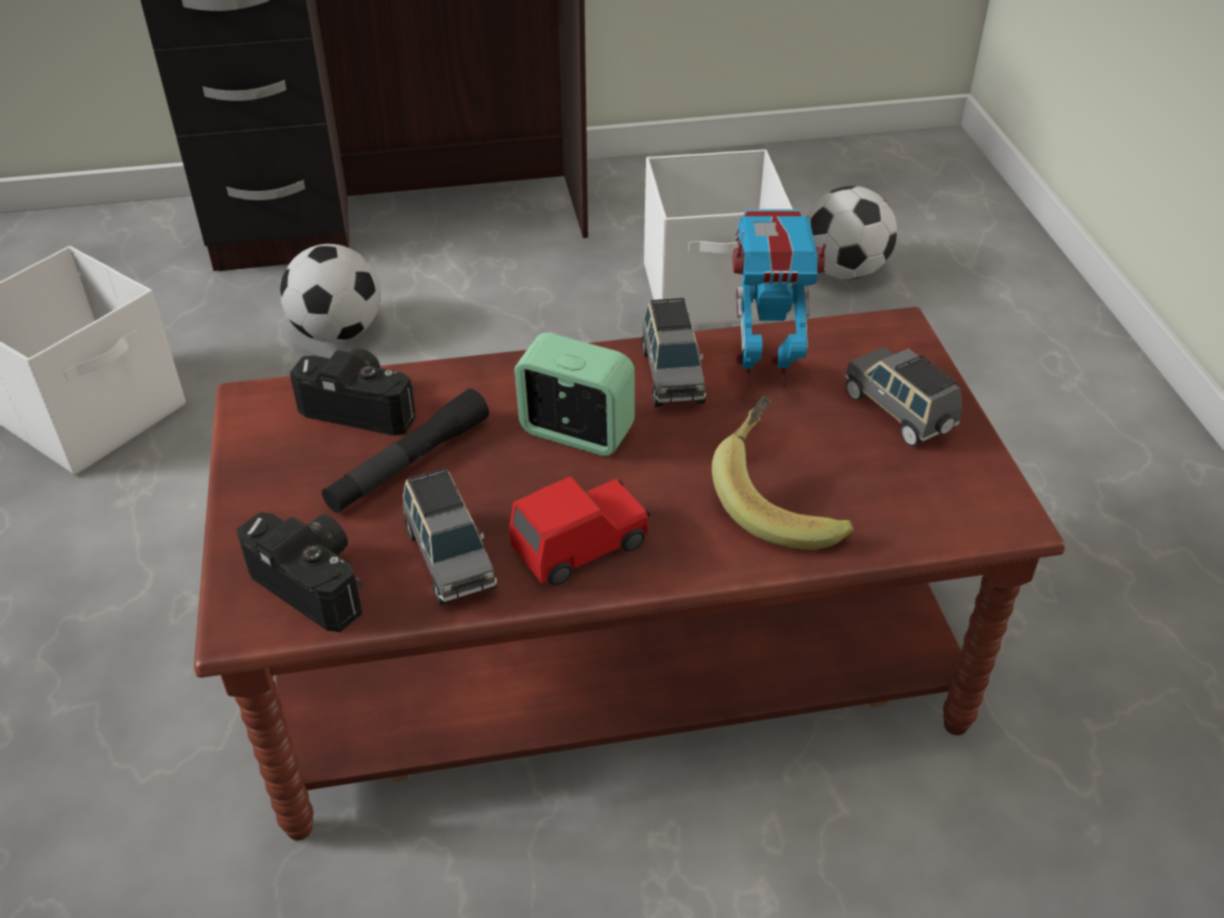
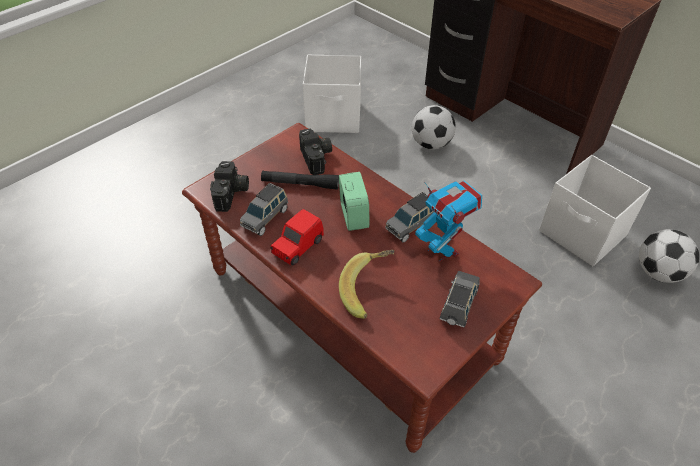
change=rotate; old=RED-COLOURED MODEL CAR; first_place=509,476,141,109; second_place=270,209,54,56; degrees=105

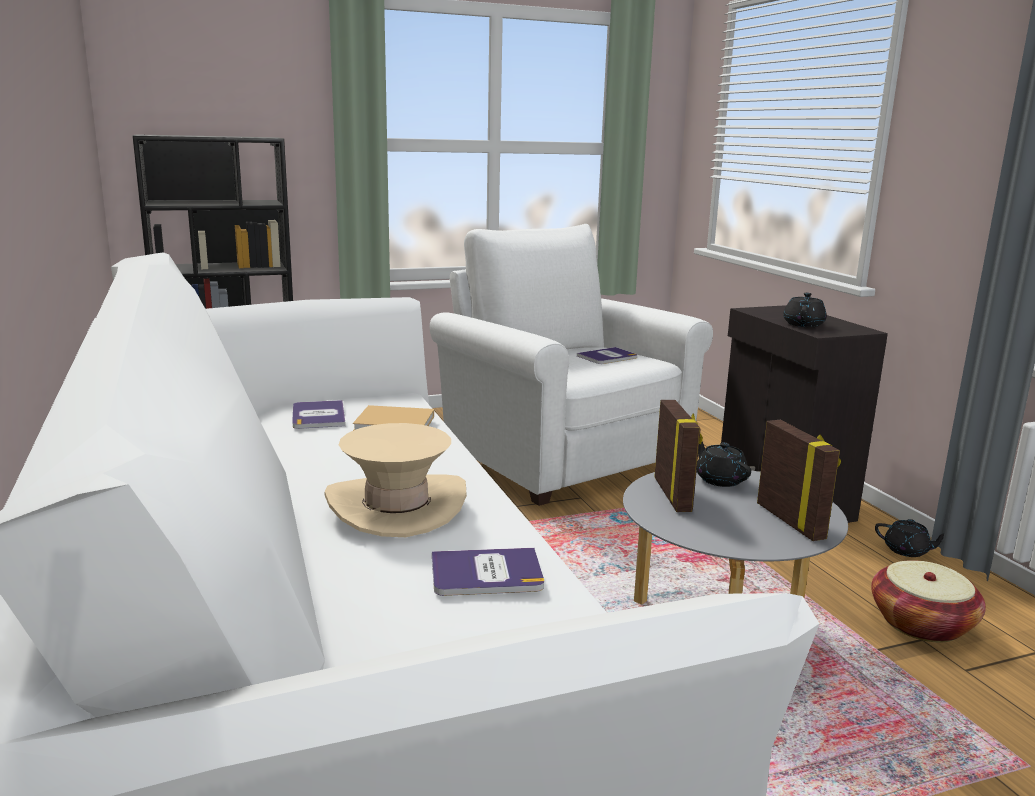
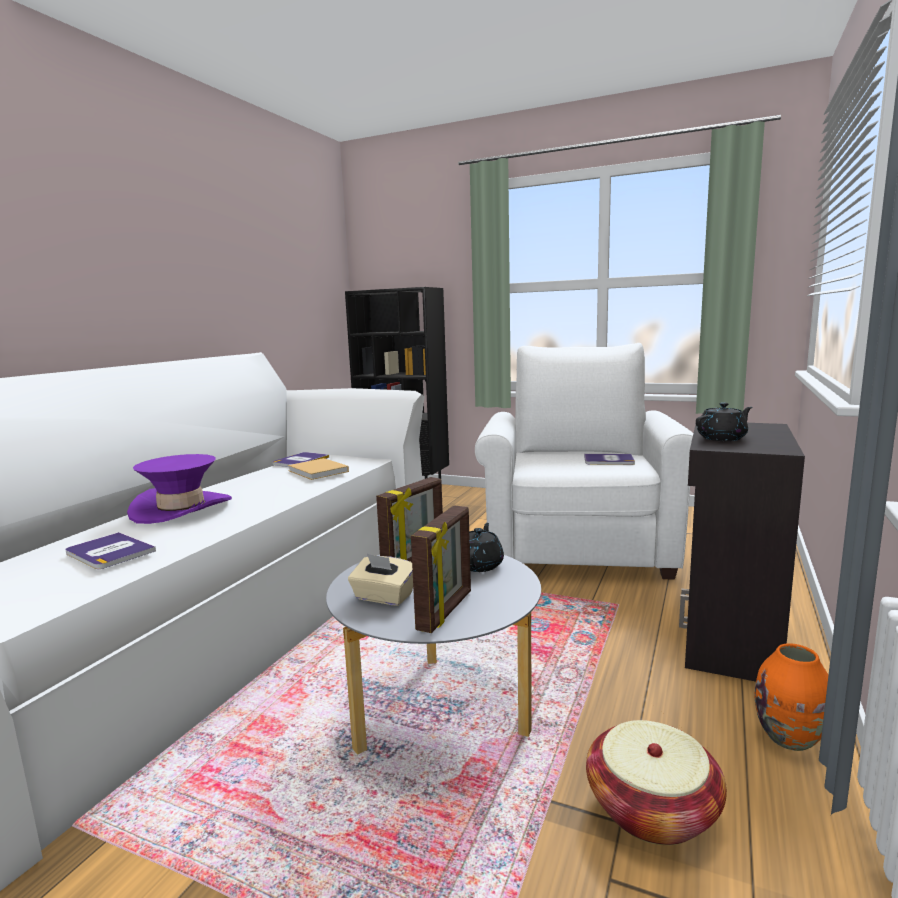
change=insert; new=BEIGE-COLOURED TISSUE HOLDER; second_place=348,554,65,52
change=replace; old=BLACK POT FOR TEA; new=ORANGEY FLOWER VASE; first_place=875,519,69,38; second_place=755,643,73,108
change=recolor; old=BEIGE-COLOURED WEARABLE HAT; new=PURPLISH WEARABLE HAT; first_place=324,423,143,114; second_place=127,454,105,70

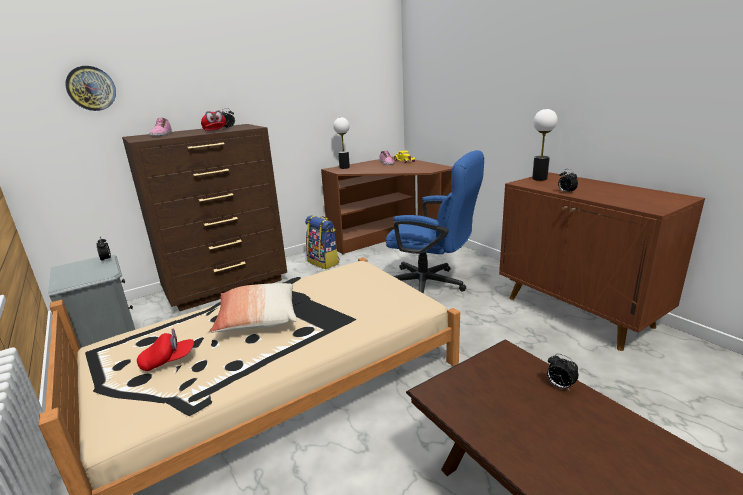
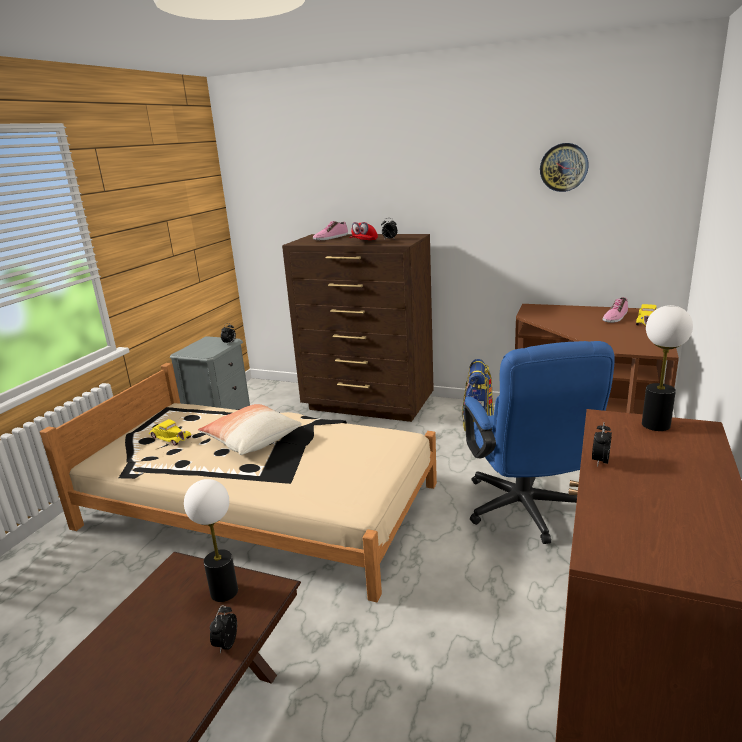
change=move; old=WALL CLOCK; first_place=65,66,51,45; second_place=540,143,49,49
change=move; old=LAMP FOR A TABLE; first_place=333,117,17,52; second_place=184,479,54,123
change=replace; old=RED-COLOURED CAP; new=YELLOW-COLOURED MODEL CAR; first_place=137,328,57,43; second_place=149,419,42,27

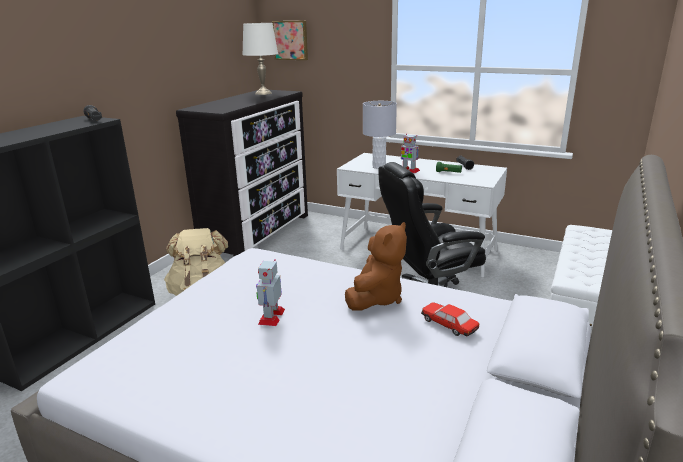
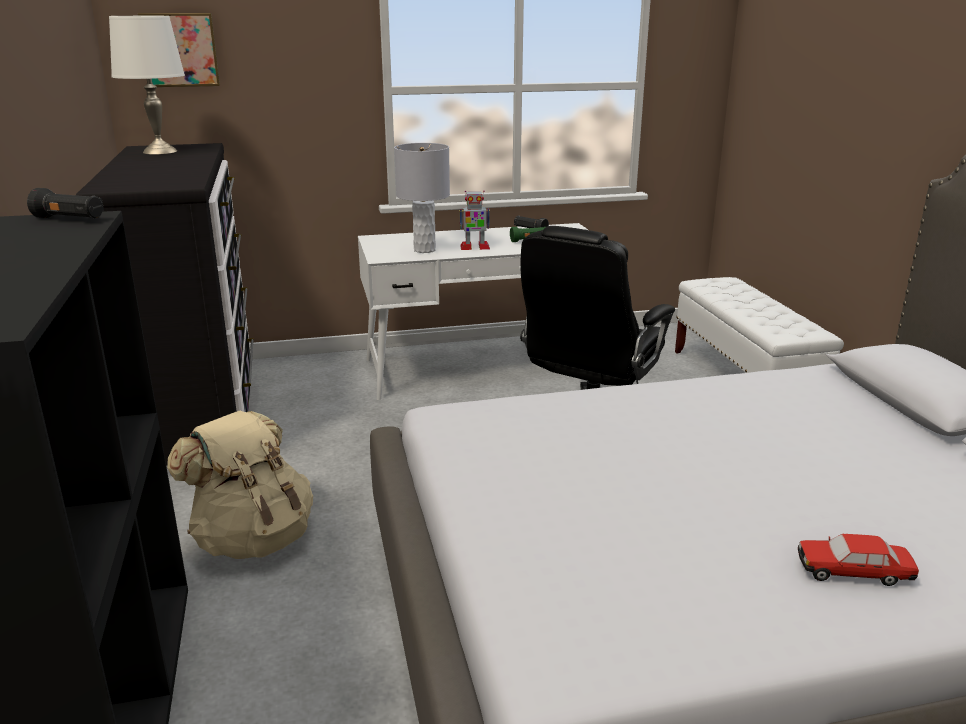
change=delete; old=ROBOT FIGURE; first_place=256,259,29,67
change=delete; old=BROWN-COLOURED PLUSH TOY; first_place=345,222,62,89
change=move; old=MODEL CAR; first_place=421,302,58,34; second_place=798,534,121,52

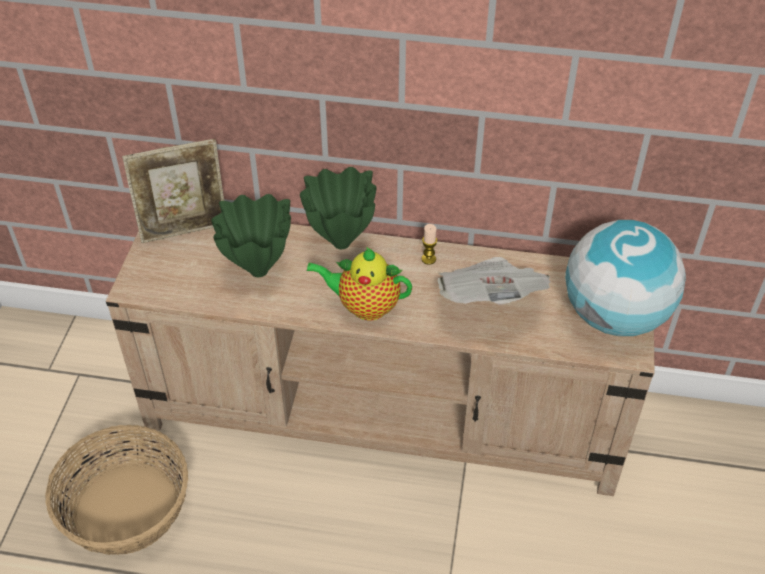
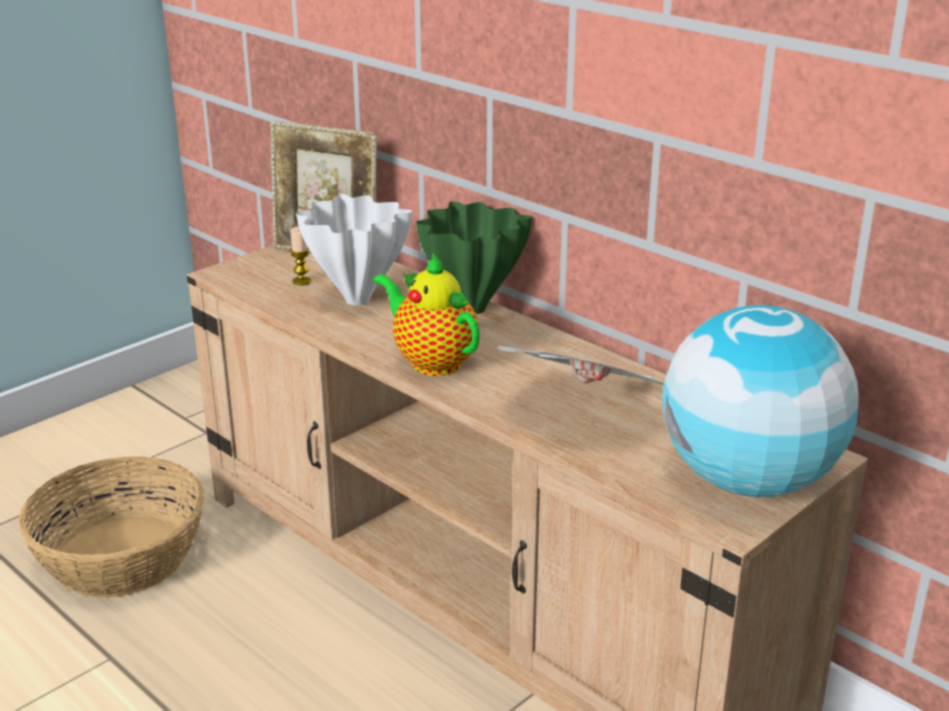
change=move; old=WAX LIGHT; first_place=422,224,15,41; second_place=290,227,21,59
change=recolor; old=GREEN-COLOURED FLOWER VASE; new=WHITE FLOWER VASE; first_place=211,194,80,83; second_place=296,194,116,112

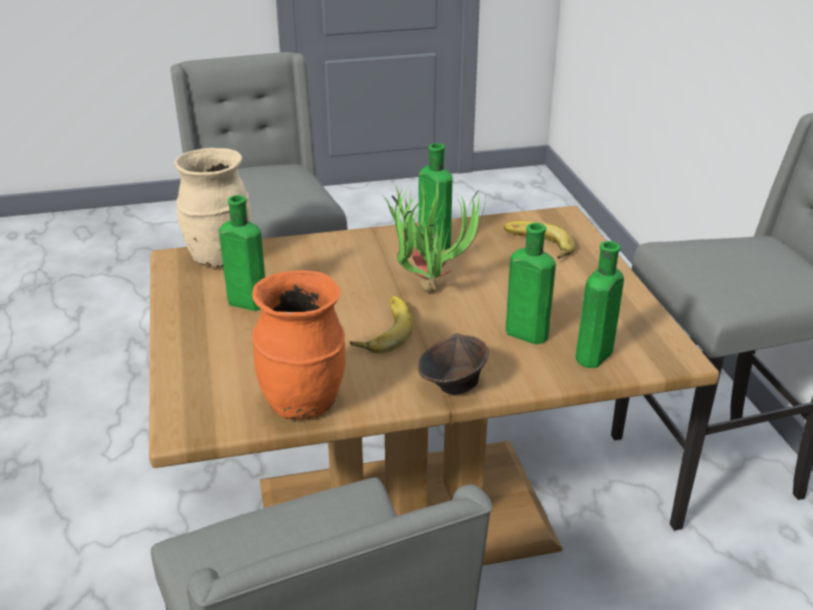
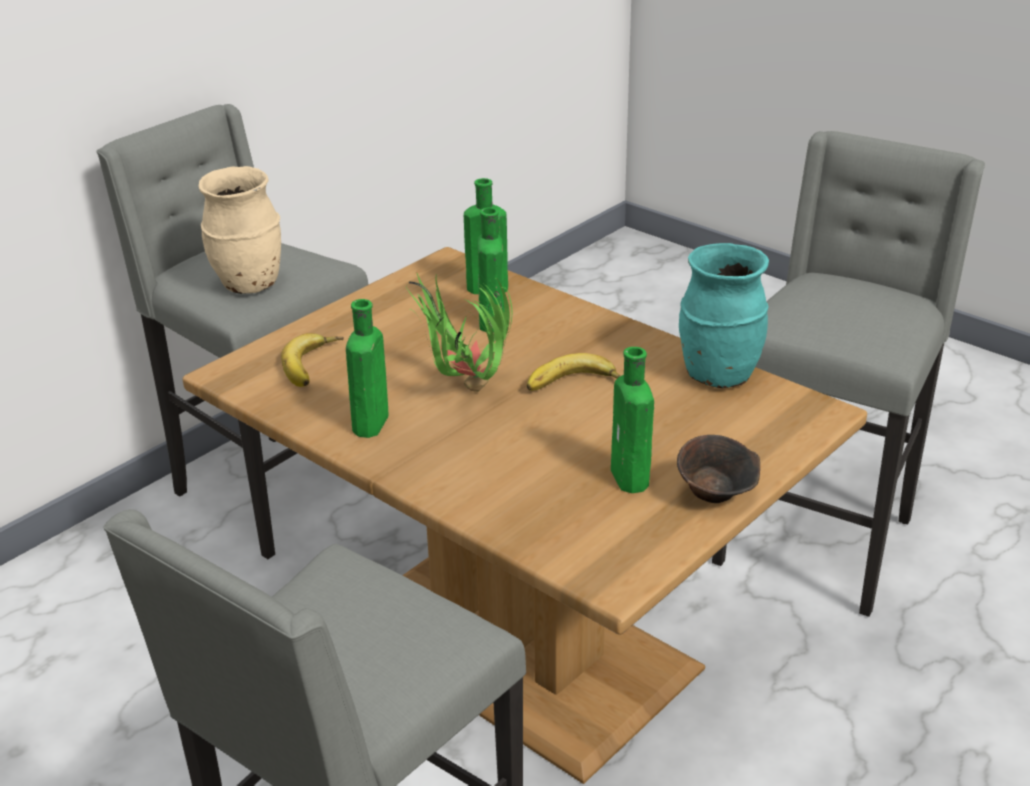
change=move; old=BEIGE-COLOURED FLOWER VASE; first_place=175,148,77,120; second_place=199,166,82,128
change=move; old=BROWN-COLOURED SERVING BOWL; first_place=418,333,71,62; second_place=677,435,83,68
change=recolor; old=ORANGEY FLOWER VASE; new=TURQUOISE-COLOURED FLOWER VASE; first_place=252,270,94,150; second_place=679,243,90,145

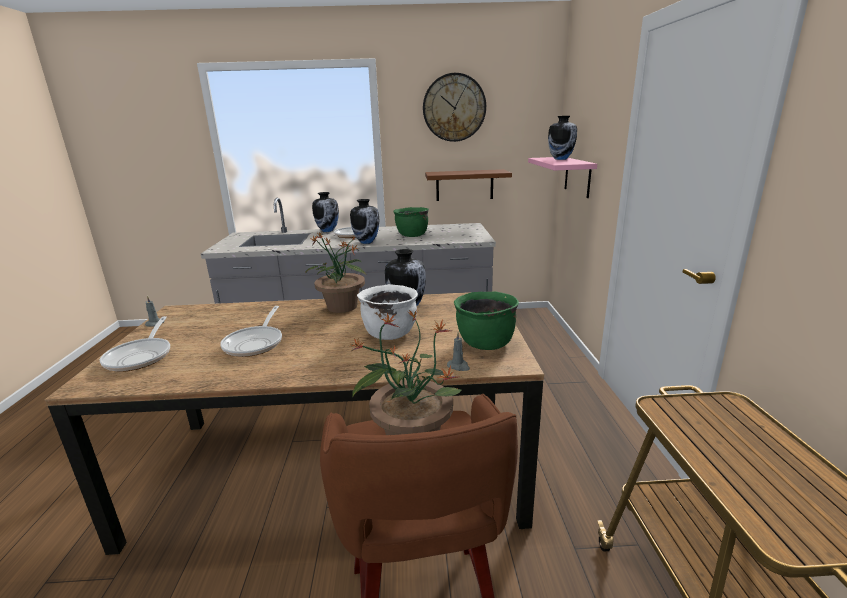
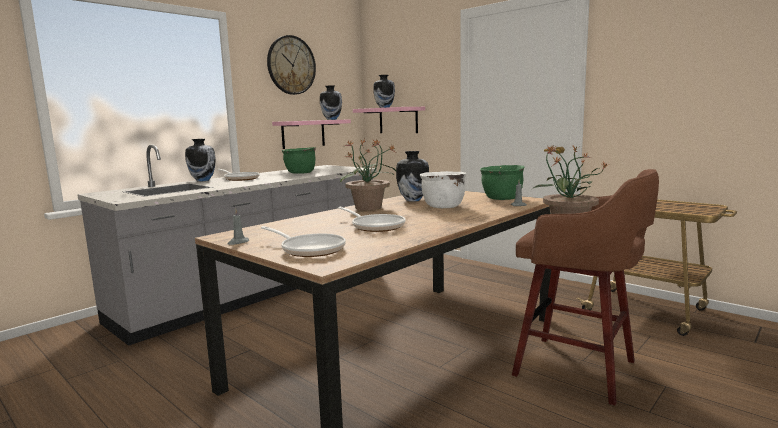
change=move; old=FLOWER VASE; first_place=350,199,30,45; second_place=320,86,22,34
change=recolor; old=BROWN-COLOURED SHELF; new=PINK SHELF; first_place=425,169,87,32; second_place=272,119,79,30

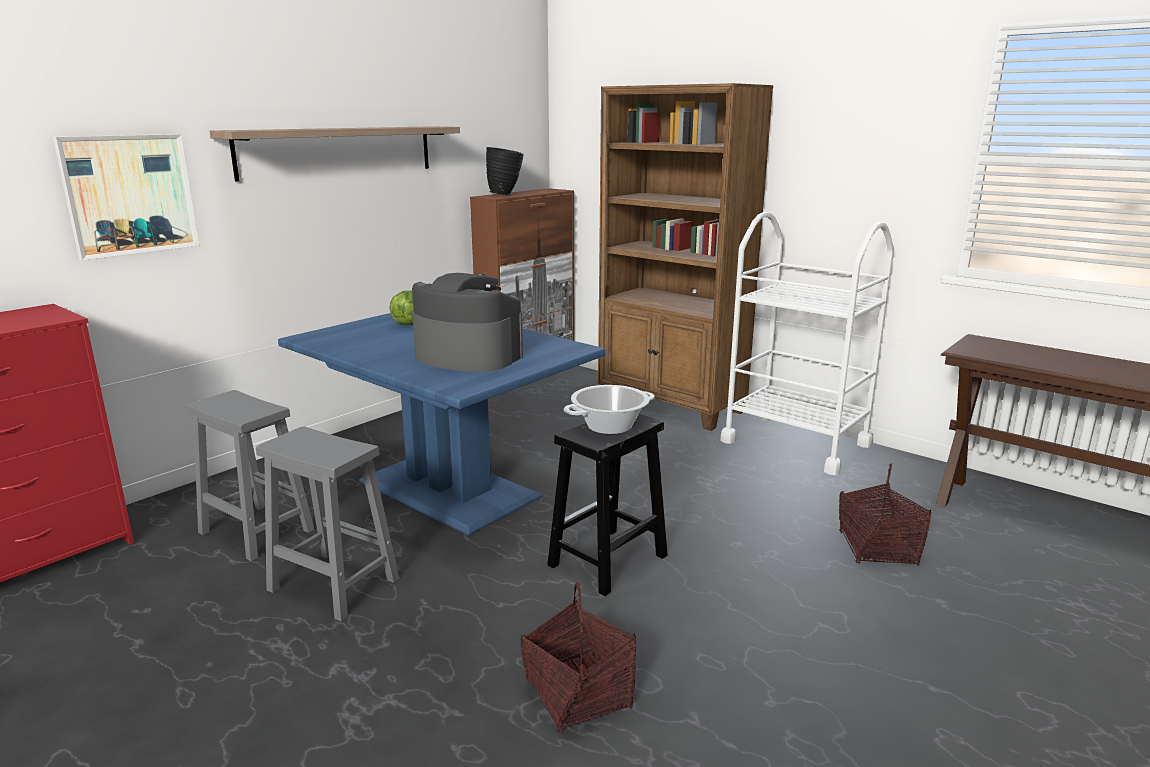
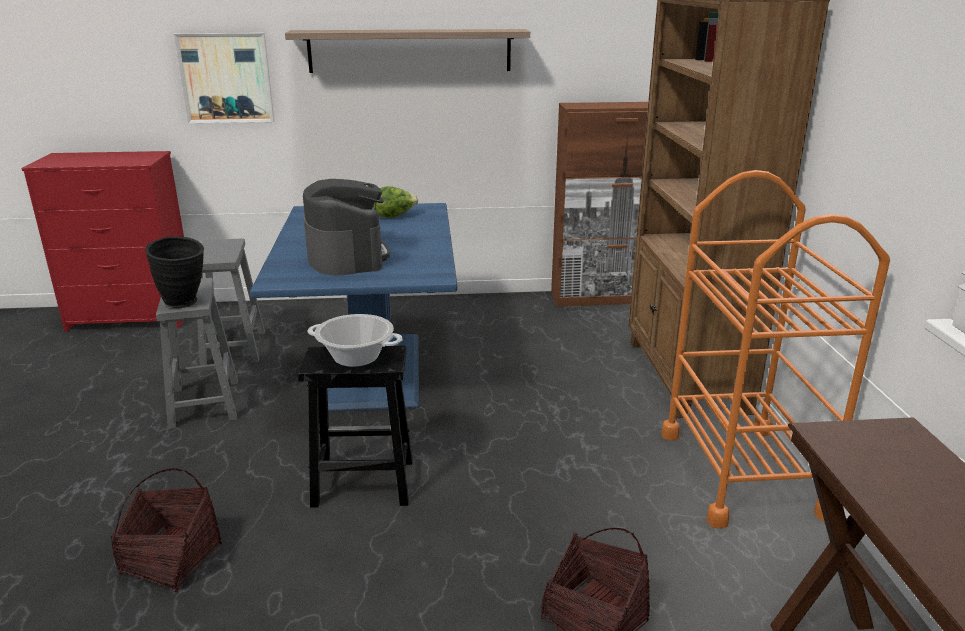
change=move; old=BLACK FLOWER VASE; first_place=486,147,38,49; second_place=145,237,59,71
change=recolor; old=WHITE CART; new=ORANGEY CART; first_place=720,212,174,263; second_place=661,170,229,359

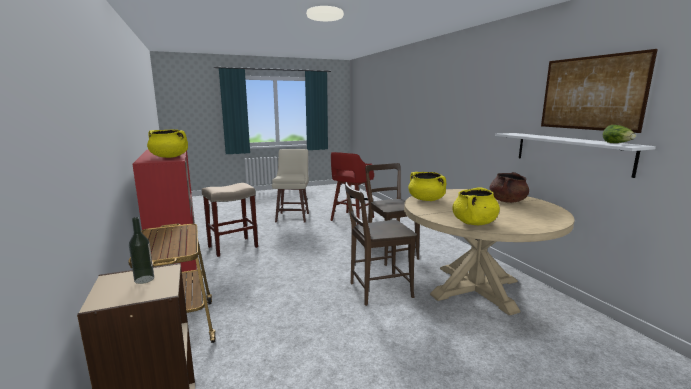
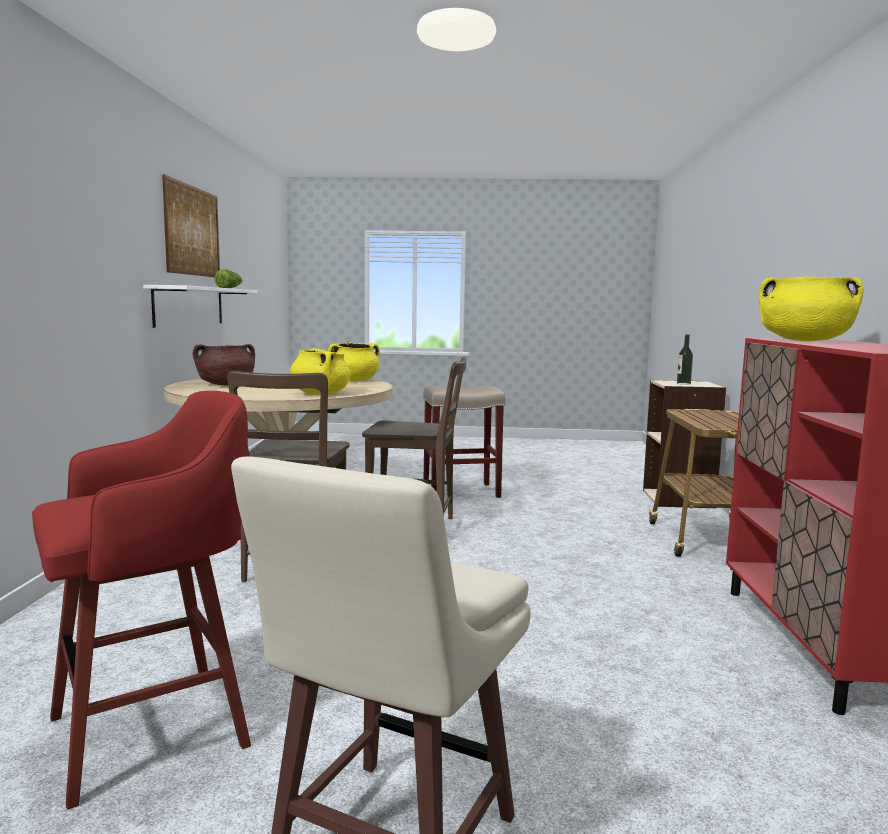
change=move; old=BEIGE-COLOURED STOOL SEAT; first_place=202,183,56,74; second_place=423,386,83,112

